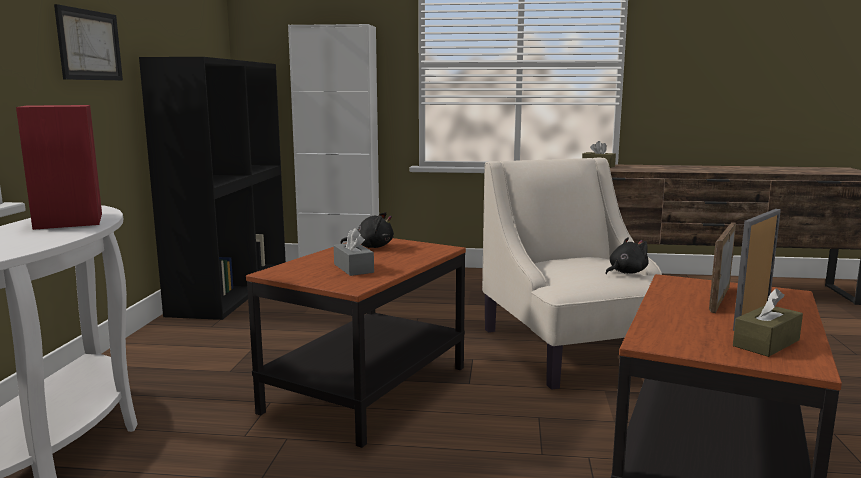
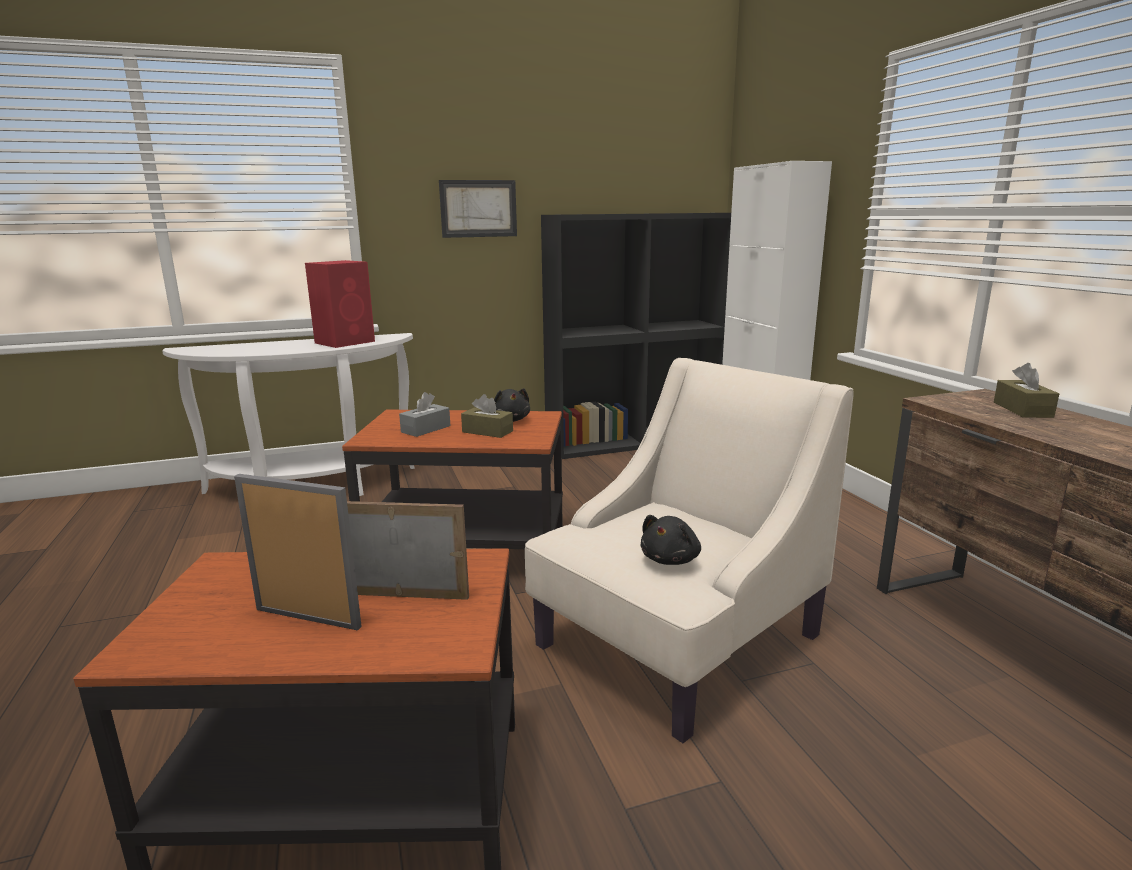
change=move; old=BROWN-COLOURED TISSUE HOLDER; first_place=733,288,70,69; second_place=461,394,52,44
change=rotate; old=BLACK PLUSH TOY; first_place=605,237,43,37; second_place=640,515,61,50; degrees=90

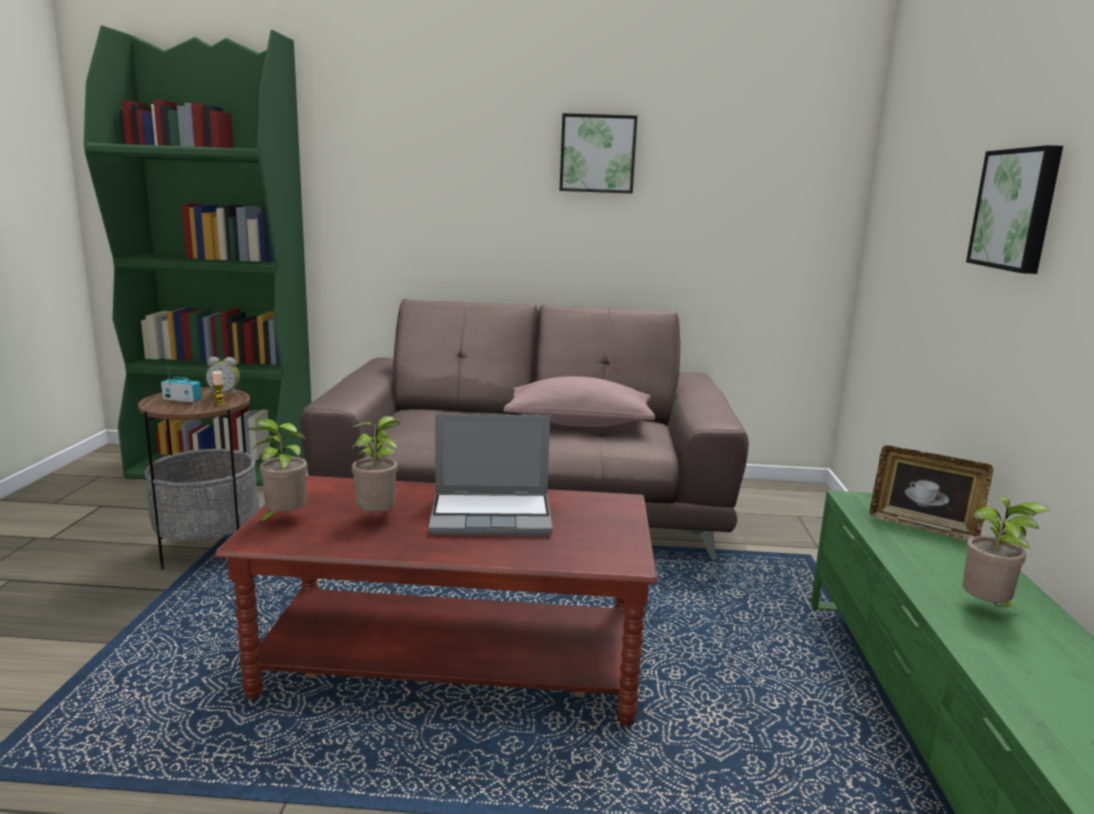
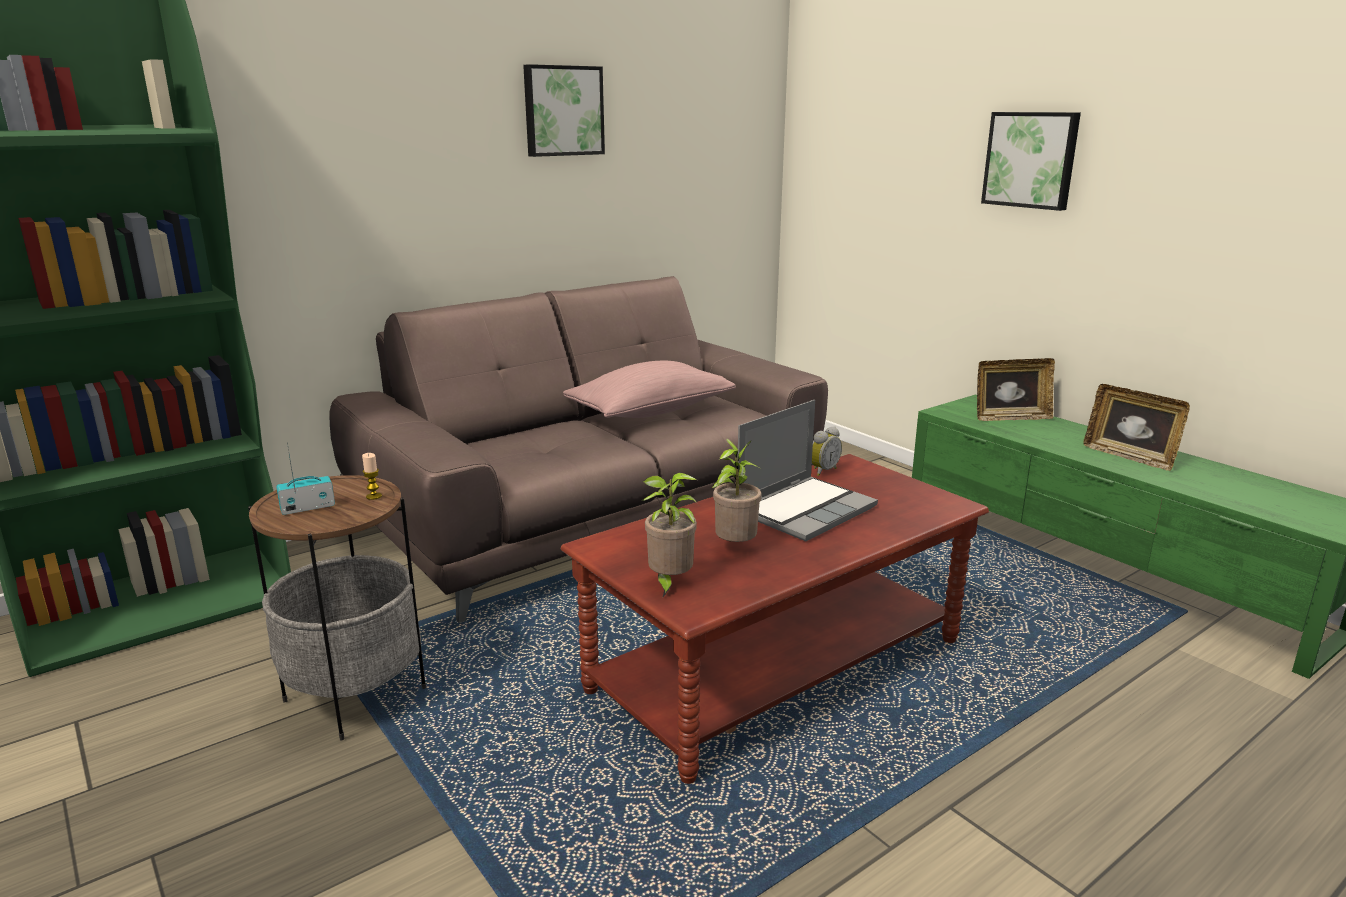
change=move; old=TABLE CLOCK; first_place=206,357,34,39; second_place=812,426,30,50
change=replace; old=HOUSEPLANT; new=PHOTO FRAME; first_place=962,497,88,116; second_place=1083,384,107,87

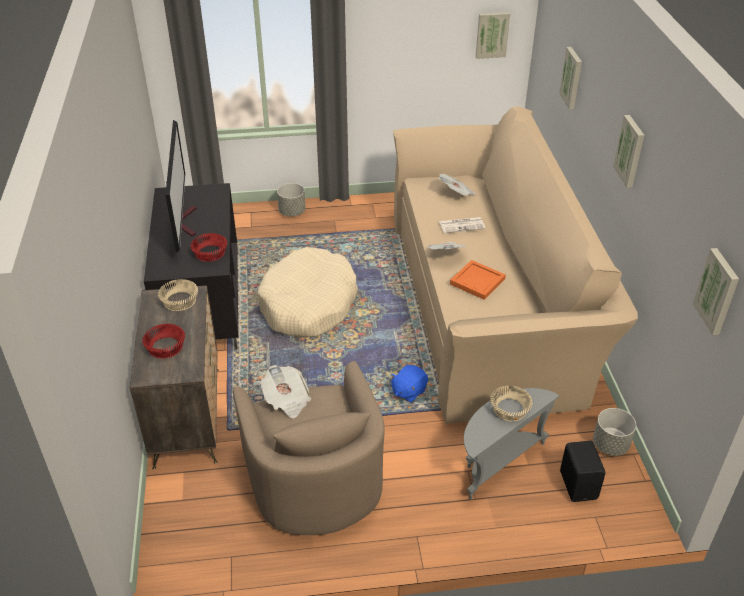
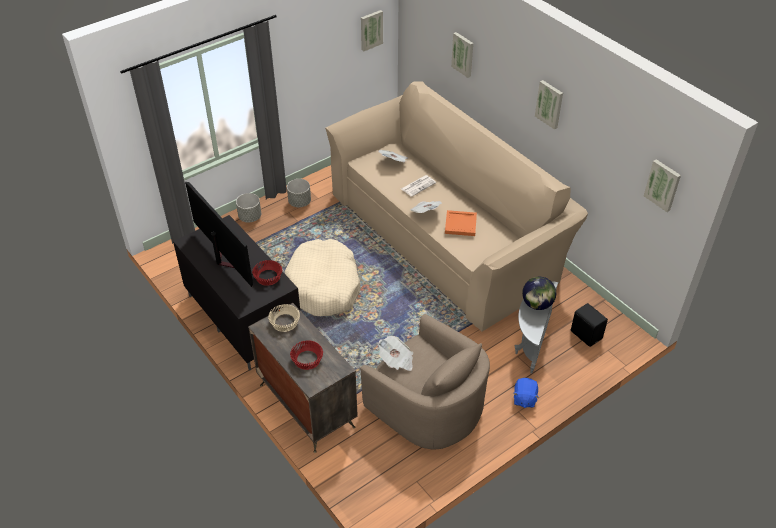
change=move; old=BLUISH PLUSH TOY; first_place=391,365,37,38; second_place=513,378,26,30
change=move; old=GREY PLANTER; first_place=593,408,43,48; second_place=287,179,24,28
change=replace; old=BEIGE-COLOURED SERVING BOWL; new=WORLD GLOBE; first_place=490,385,42,36; second_place=522,277,34,33

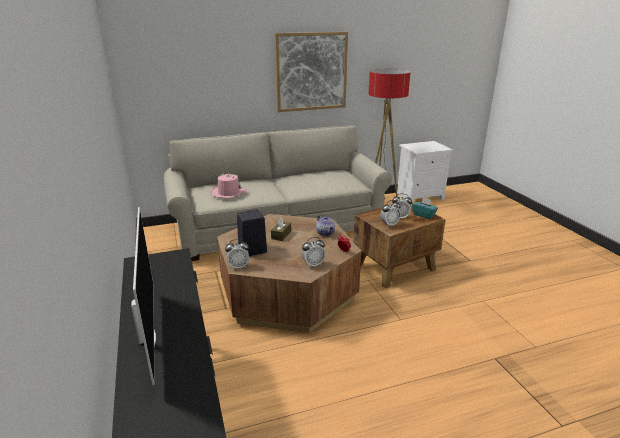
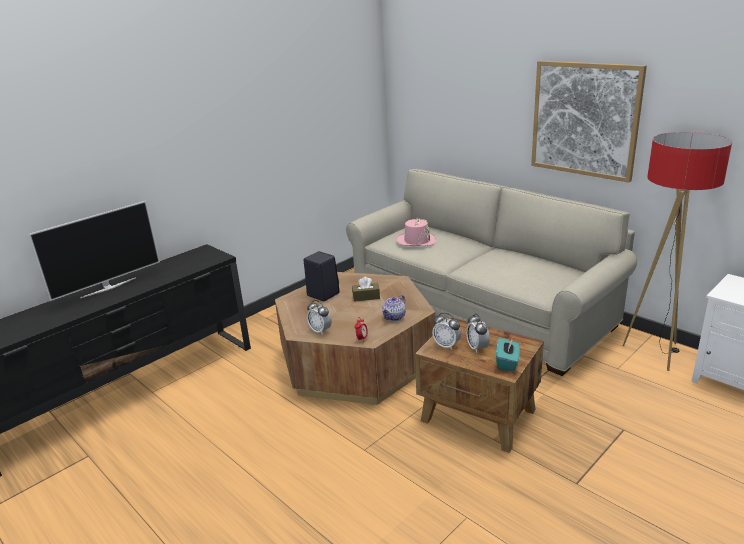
change=delete; old=TABLE CLOCK; first_place=225,239,24,30

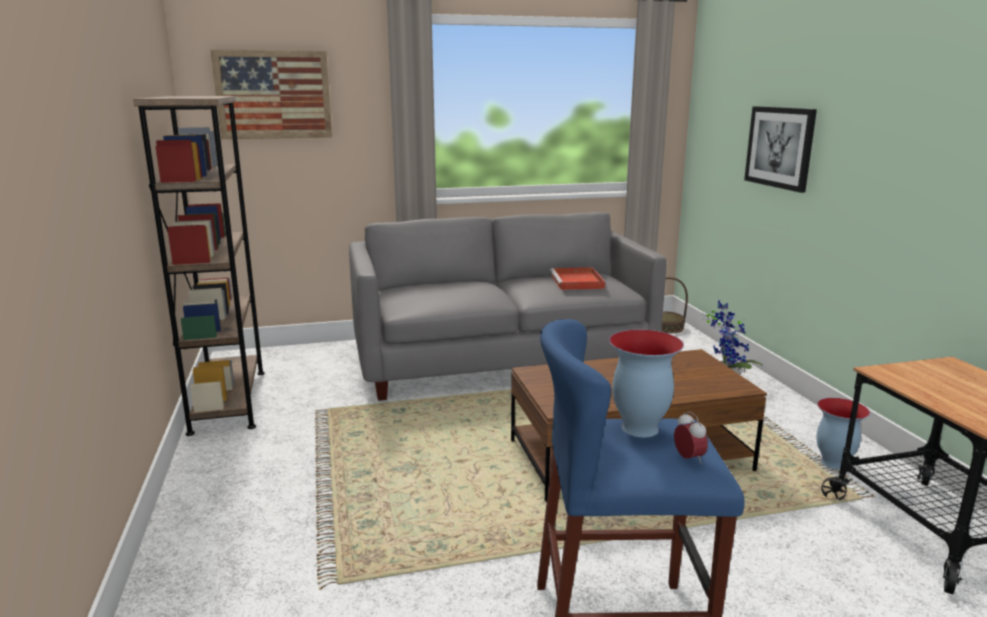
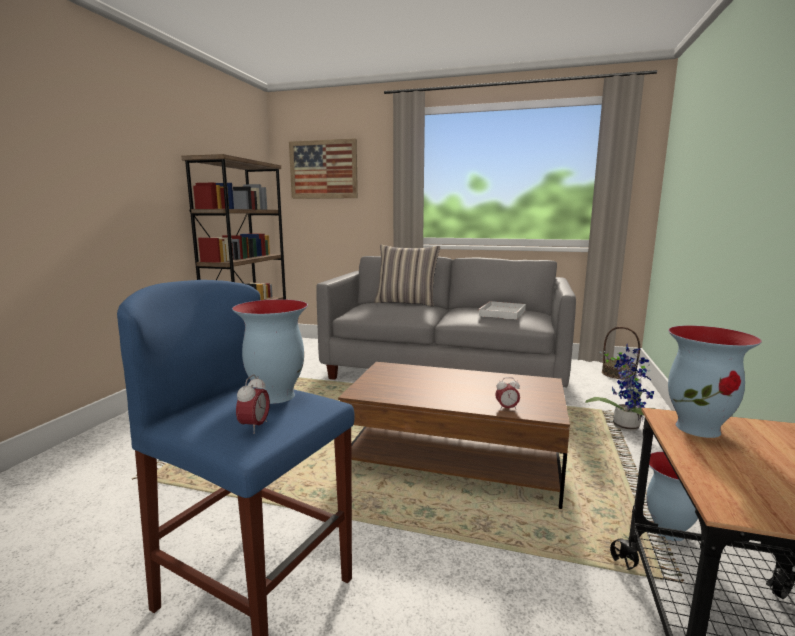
change=delete; old=WALL ART; first_place=744,106,73,87
change=insert; new=CUSHION; second_place=374,245,66,62
change=insert; new=TABLE CLOCK; second_place=495,377,25,34
change=insert; new=FLOWER VASE; second_place=668,325,94,113
change=recolor; old=RED-COLOURED SERVING TRAY; new=WHITE SERVING TRAY; first_place=550,267,55,23; second_place=477,301,49,18

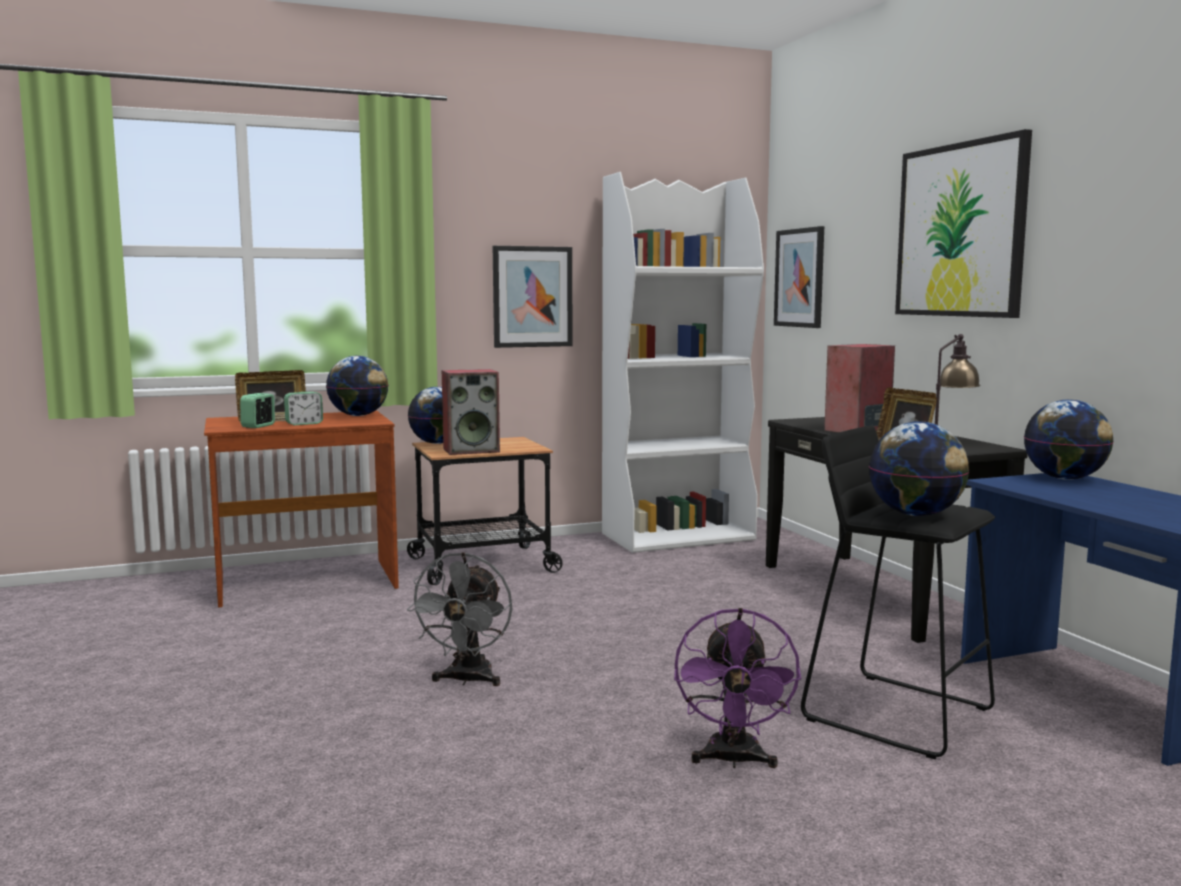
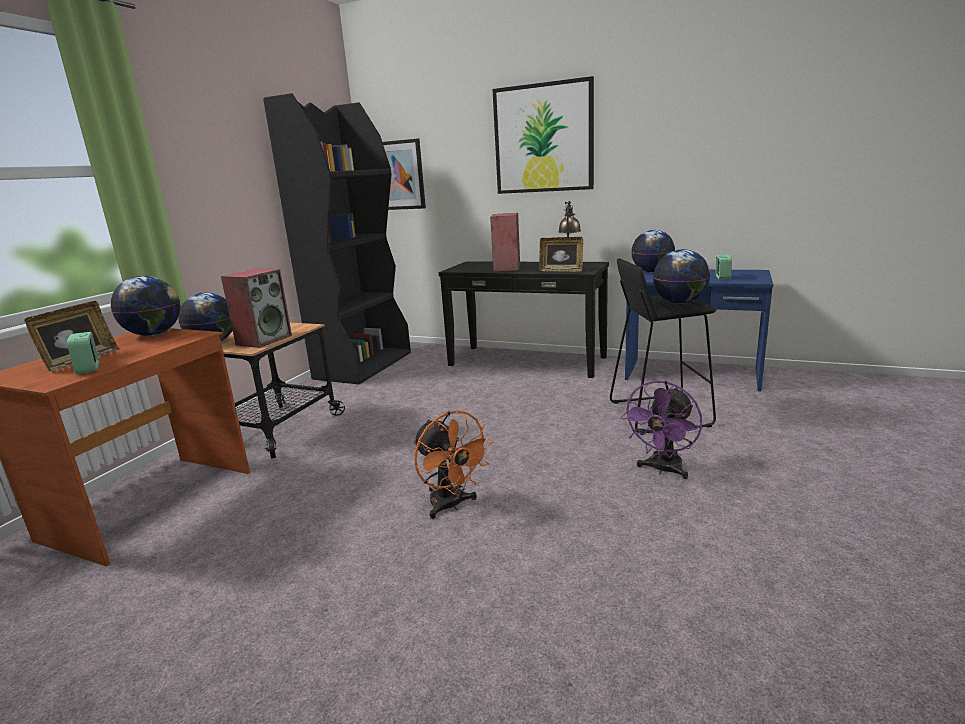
change=delete; old=WALL ART; first_place=493,246,79,102
change=move; old=TABLE CLOCK; first_place=284,392,39,33; second_place=716,254,16,26
change=recolor; old=GREY FAN; new=ORANGEY FAN; first_place=407,552,106,134; second_place=413,411,80,108
change=recolor; old=WHITE SHELVING UNIT; new=BLACK SHELVING UNIT; first_place=602,172,162,381; second_place=263,93,148,291
change=rotate; old=PURPLISH FAN; first_place=674,608,127,160; second_place=621,381,81,98; degrees=75

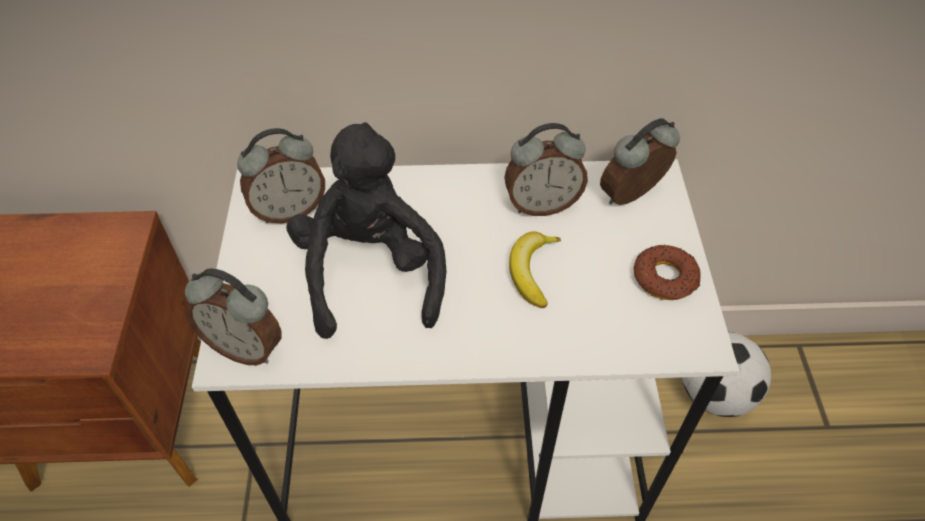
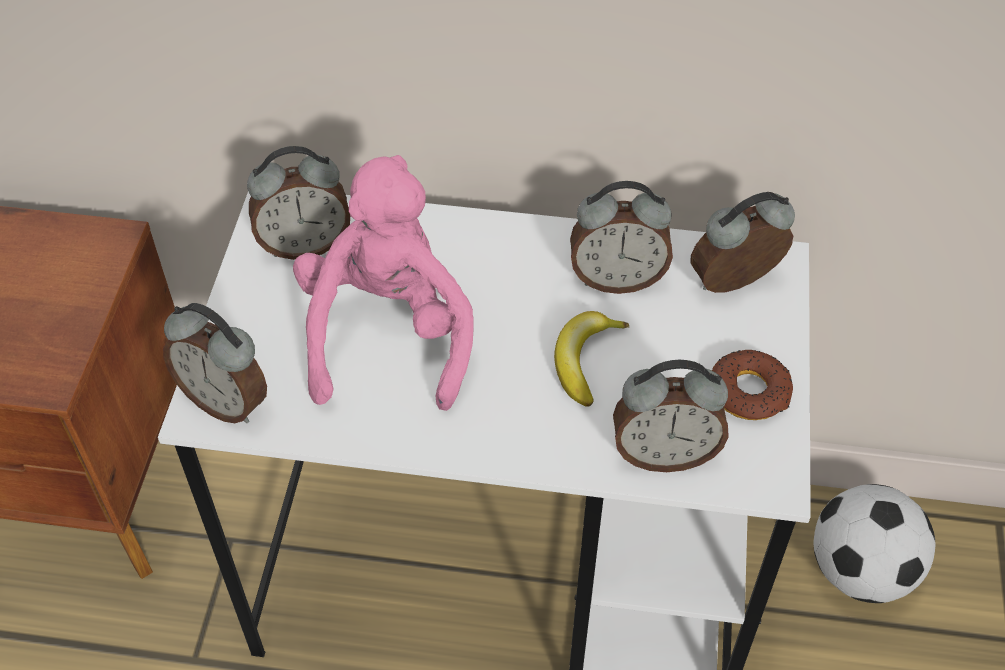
change=insert; new=TABLE CLOCK; second_place=613,360,116,112
change=recolor; old=BLACK PLUSH TOY; new=PINK PLUSH TOY; first_place=286,122,160,217; second_place=293,155,180,256

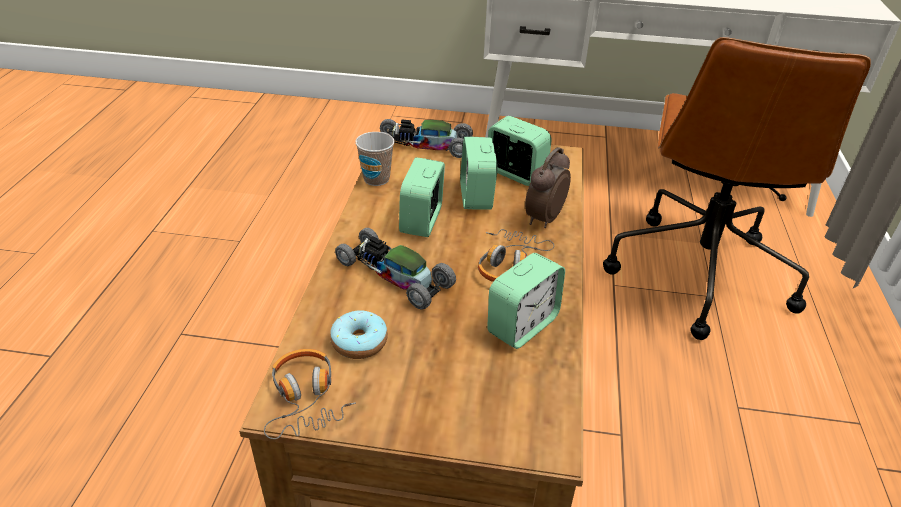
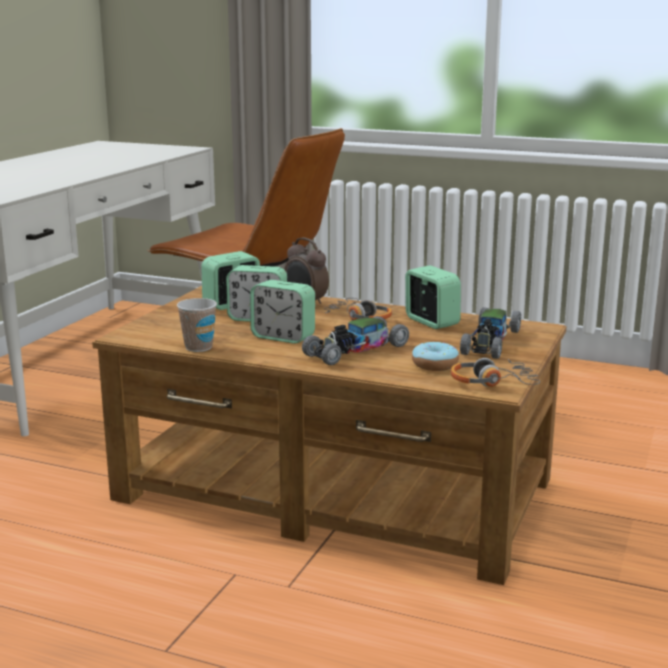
change=move; old=MODEL CAR; first_place=380,119,93,39; second_place=460,307,61,52

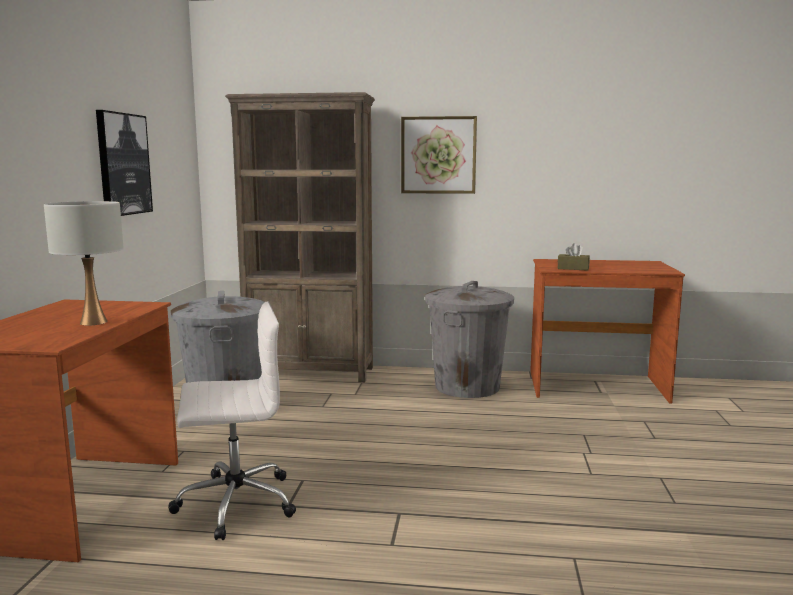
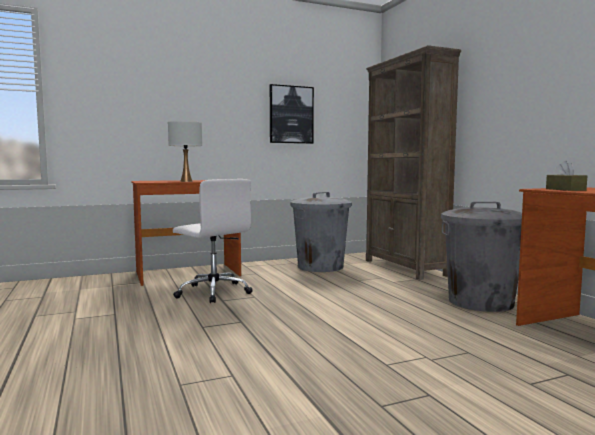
change=delete; old=WALL ART; first_place=401,116,76,78

